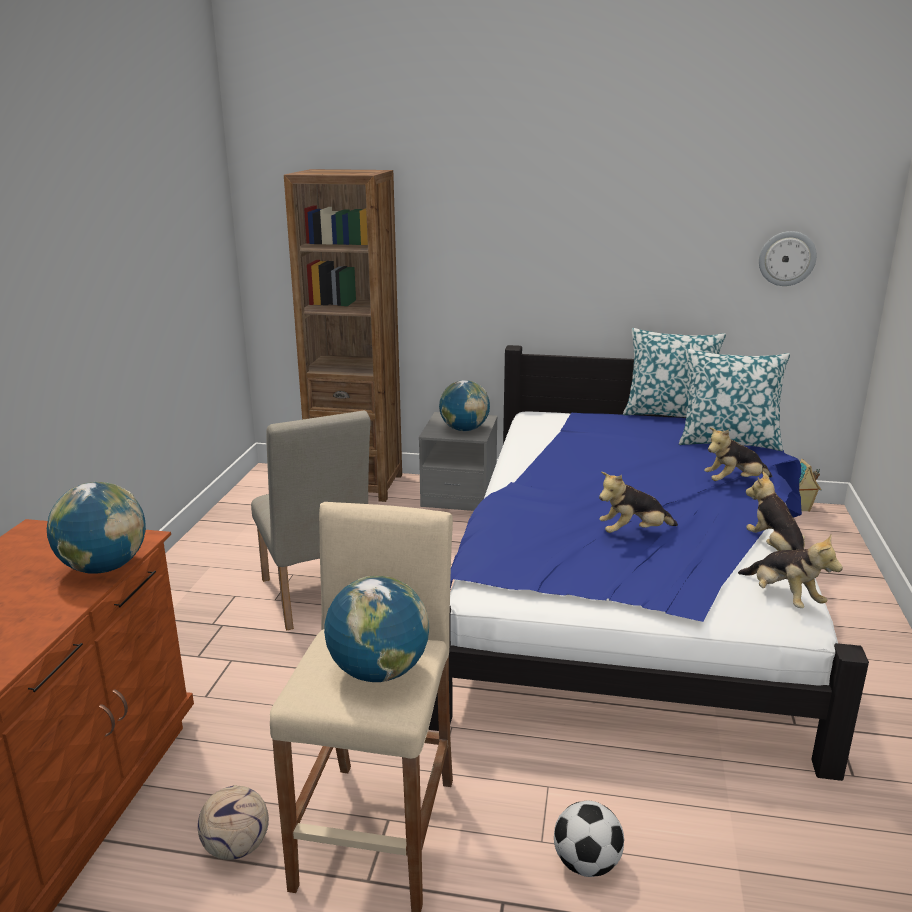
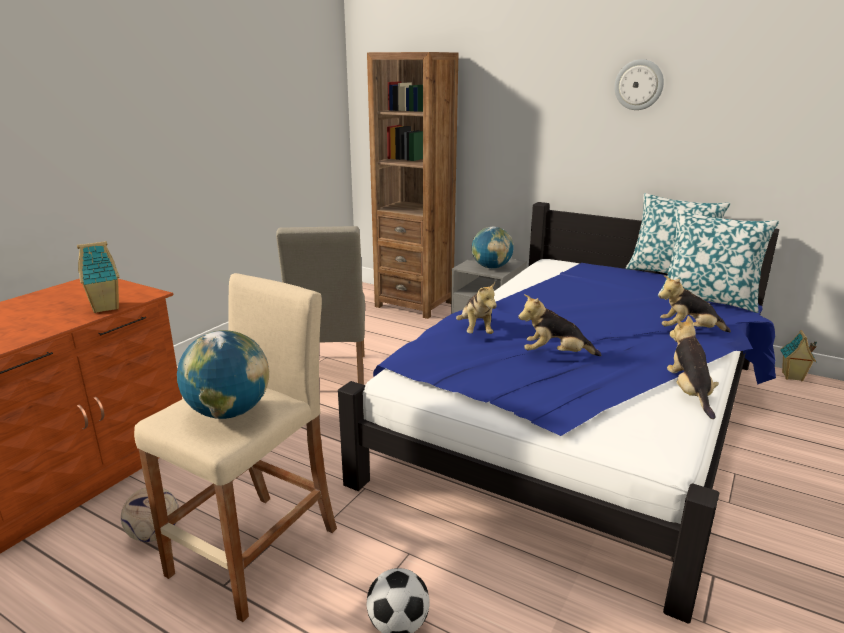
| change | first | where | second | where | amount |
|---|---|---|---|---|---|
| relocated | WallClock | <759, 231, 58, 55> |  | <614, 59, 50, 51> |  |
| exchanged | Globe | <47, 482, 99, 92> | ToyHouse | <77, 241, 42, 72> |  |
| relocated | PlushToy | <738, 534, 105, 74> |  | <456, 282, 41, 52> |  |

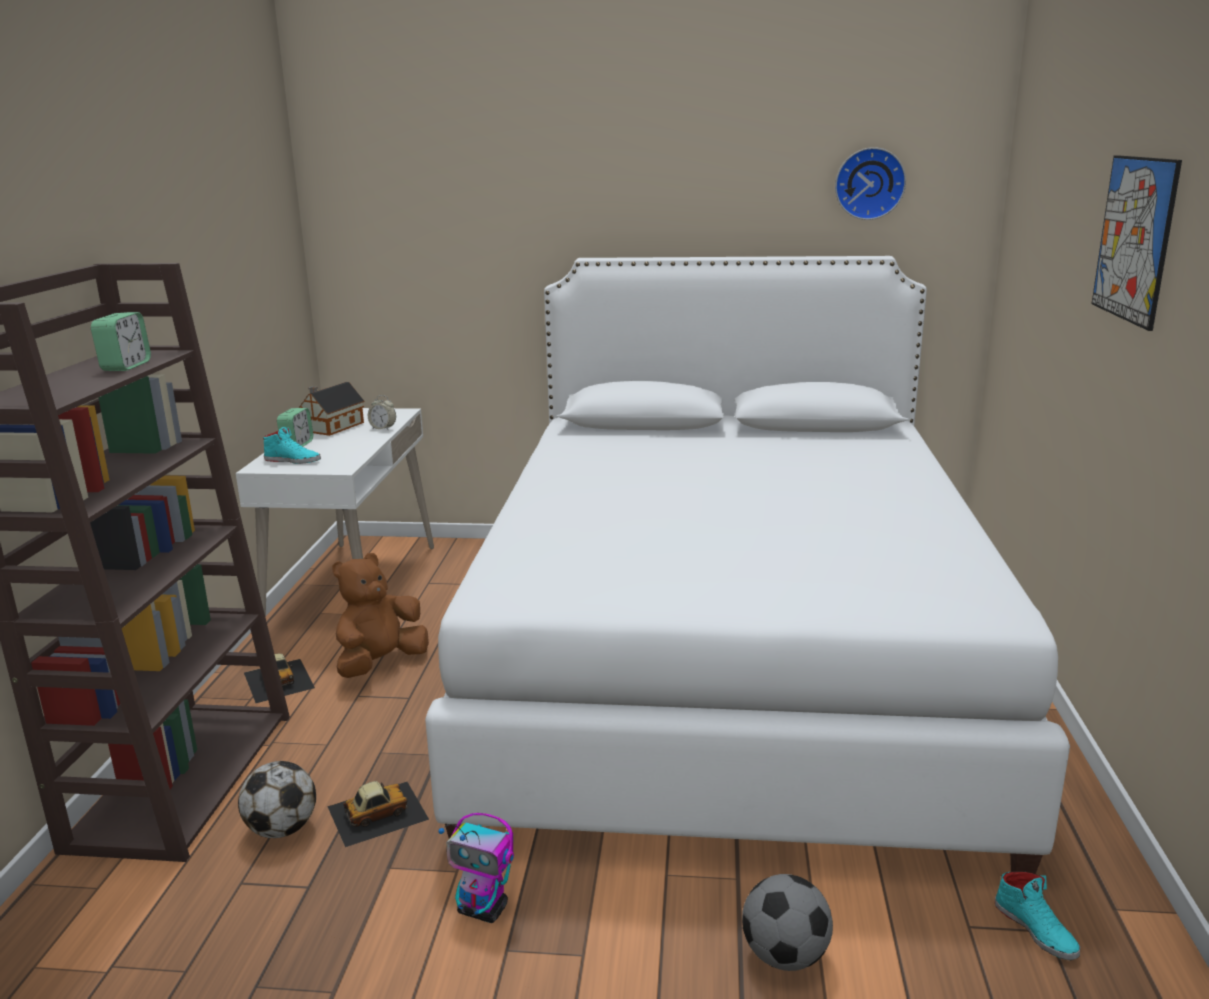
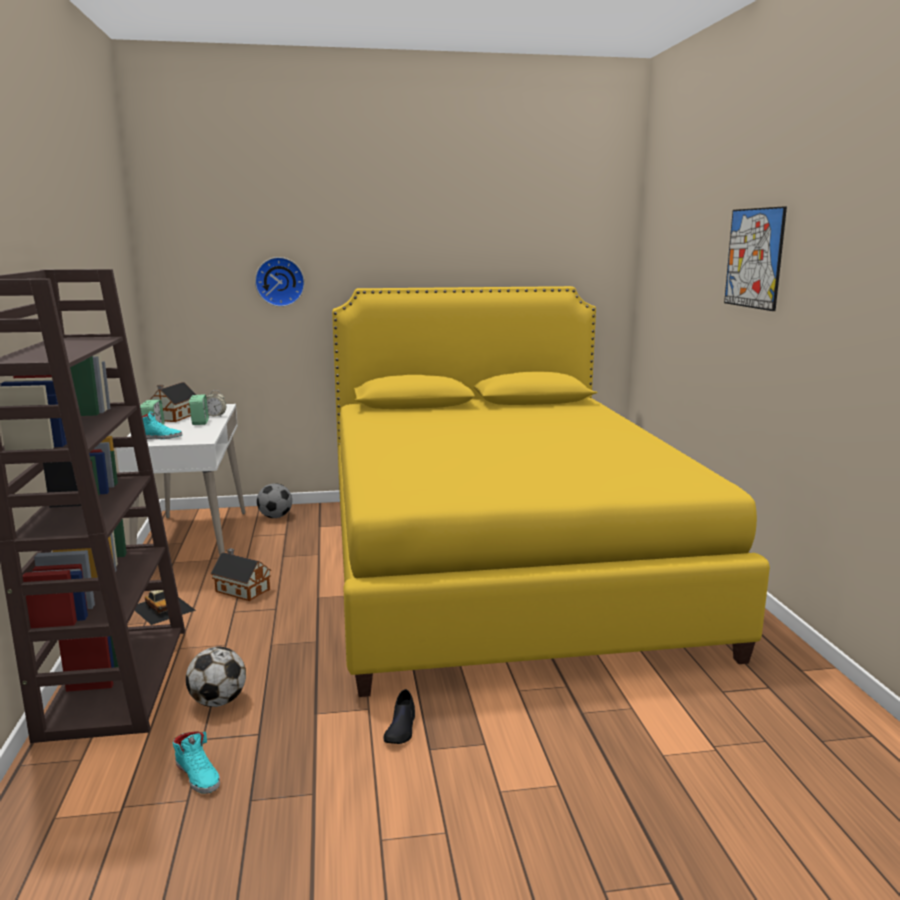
| change | first | where | second | where | amount |
|---|---|---|---|---|---|
| relocated | WallClock | <835, 147, 71, 73> |  | <255, 257, 50, 50> |  |
| colour | WhiteBed | <425, 256, 645, 618> | YellowBed | <332, 286, 438, 411> |  |
| relocated | AlarmClock | <91, 312, 60, 59> |  | <189, 394, 20, 31> |  |
| exchanged | BrownPlushToy | <332, 553, 97, 125> | ToyHouse | <211, 548, 60, 53> |  |
| missing | ToyCar | <327, 781, 102, 66> |  |  |  |
| exchanged | ToyRobot | <438, 813, 76, 110> | BlackShoe | <384, 689, 31, 55> |  |
| relocated | TurquoiseShoe | <995, 871, 85, 89> |  | <173, 732, 47, 62> |  |
| relocated | Football | <742, 874, 91, 97> |  | <257, 483, 35, 35> |  |

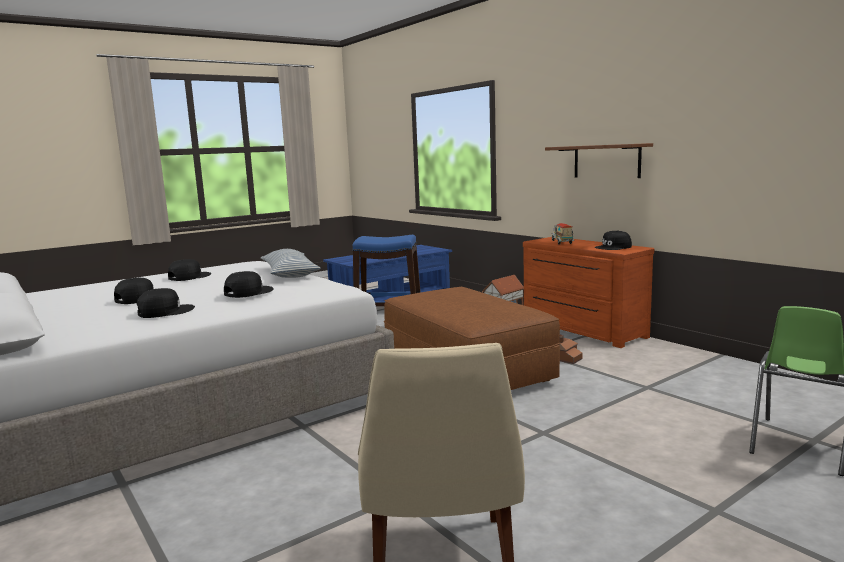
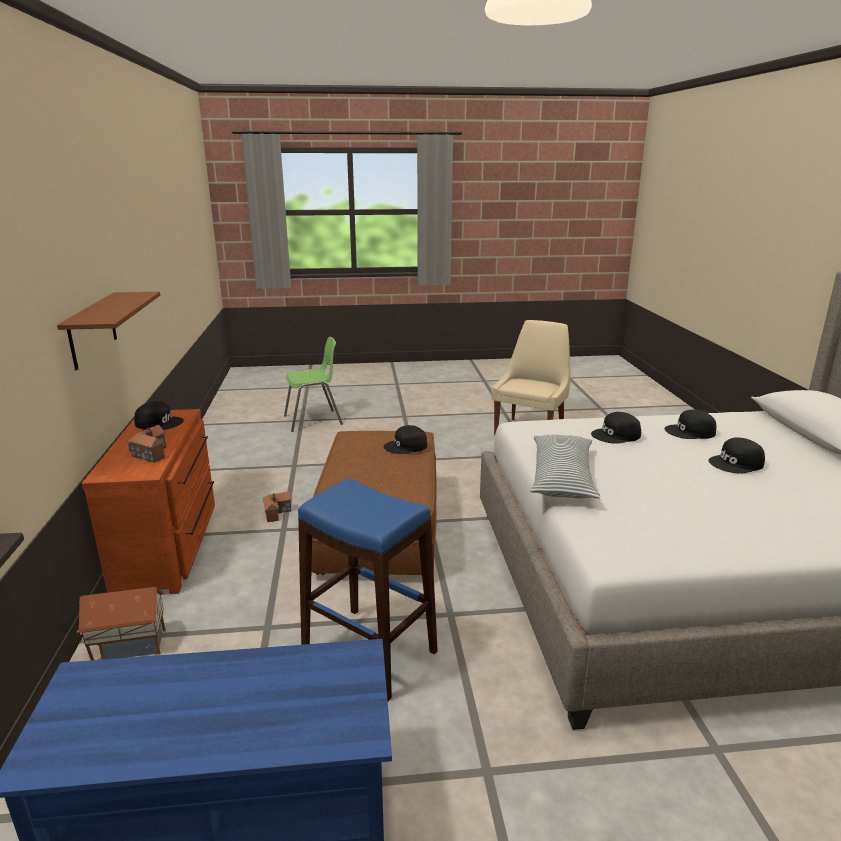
| change | first | where | second | where | amount |
|---|---|---|---|---|---|
| exchanged | ToyTruck | <551, 223, 24, 22> | ToyHouse | <127, 424, 39, 39> |  |
| relocated | BlackCap | <168, 259, 43, 22> |  | <384, 425, 43, 29> |  |

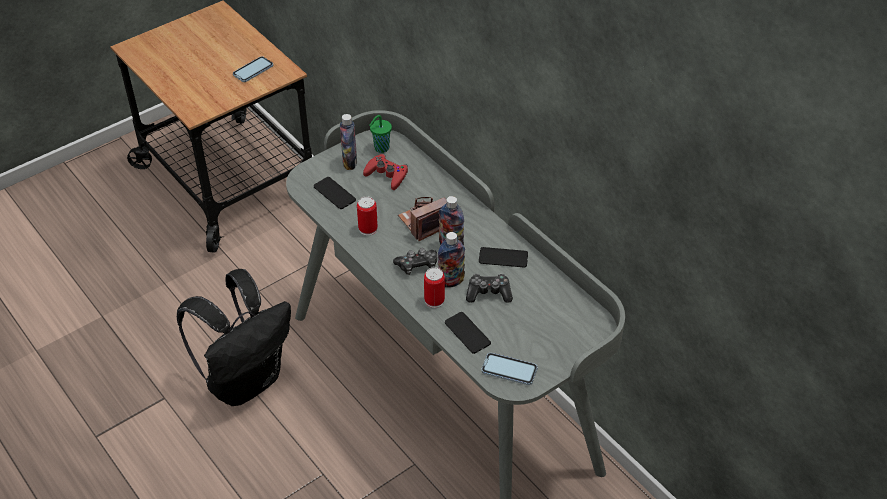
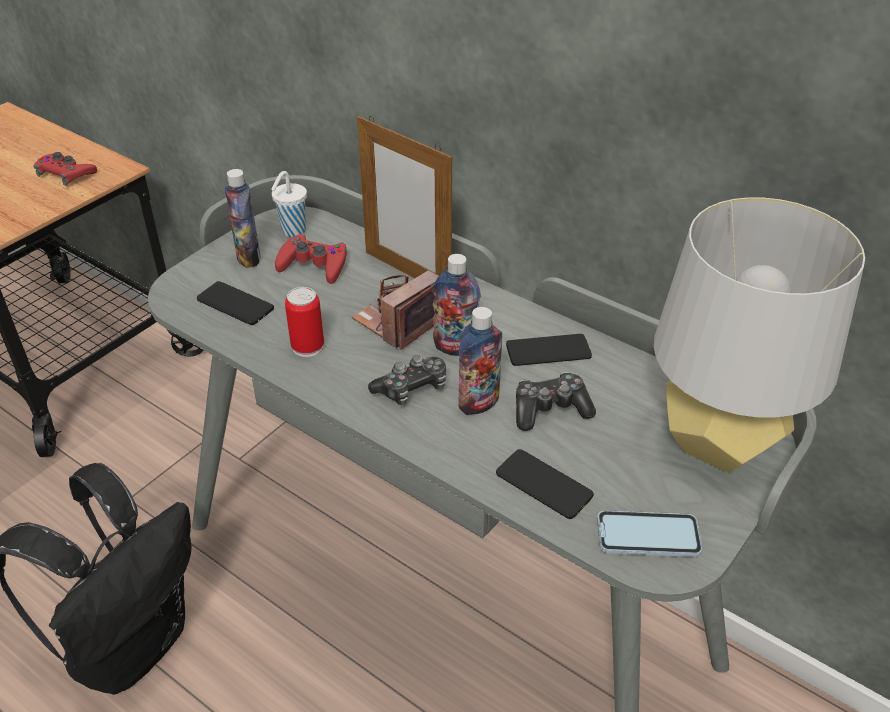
| change | first | where | second | where | amount |
|---|---|---|---|---|---|
| exchanged | Phone | <233, 56, 40, 26> | RedGameController | <33, 152, 64, 34> |  |
| colour | GreenCup | <369, 115, 23, 38> | WhiteCup | <271, 171, 36, 66> |  |
| missing | Can | <424, 267, 21, 41> |  |  |  |
| appeared |  |  | PictureFrame | <357, 116, 95, 162> |  |
| appeared |  |  | GreyTableLamp | <654, 197, 211, 276> |  |

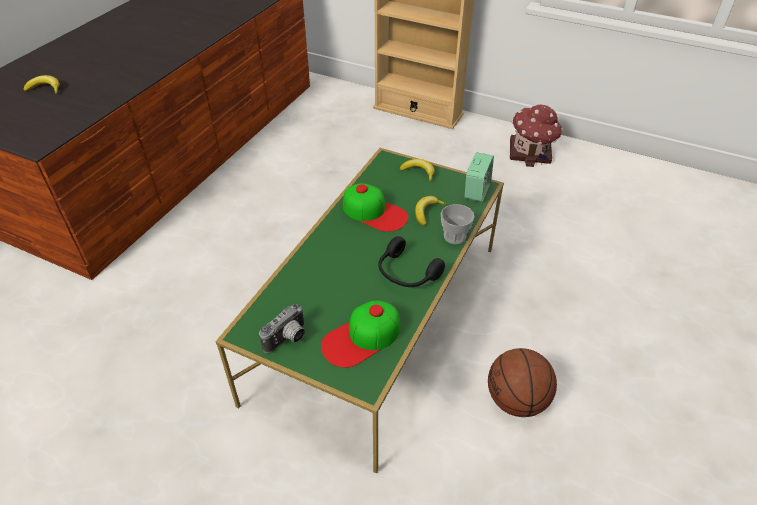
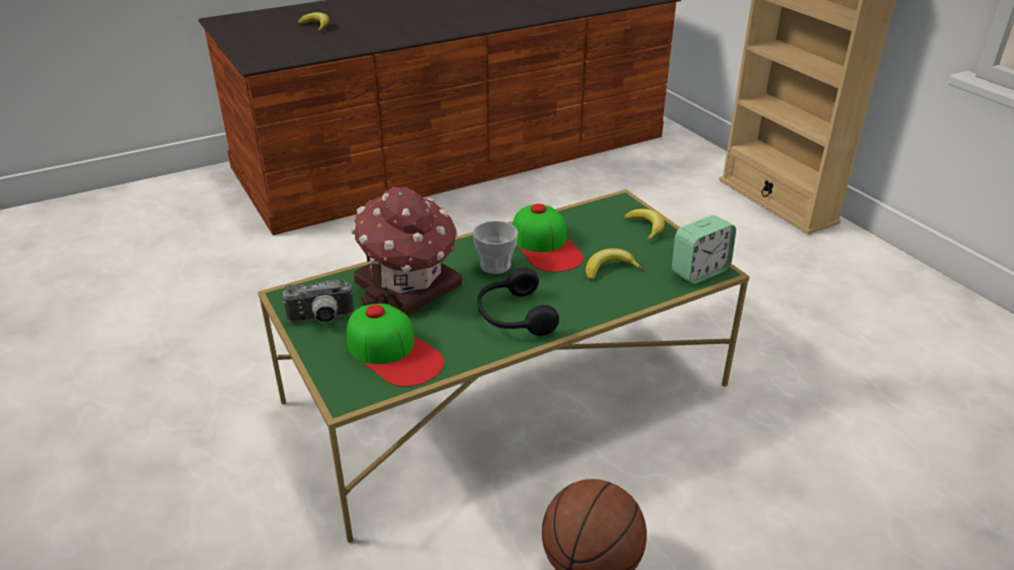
| change | first | where | second | where | amount |
|---|---|---|---|---|---|
| relocated | ToyHouse | <510, 104, 53, 63> |  | <351, 187, 111, 128> |  |
| relocated | Cup | <441, 204, 34, 40> |  | <473, 221, 45, 53> |  |
| spun | Cap | <321, 300, 80, 68> |  | <347, 303, 97, 84> | 135 degrees counterclockwise |

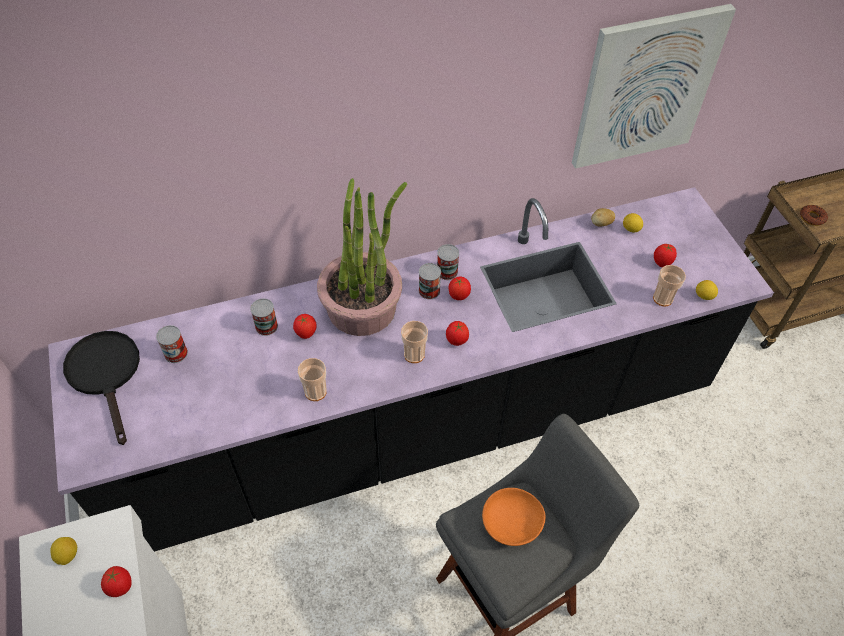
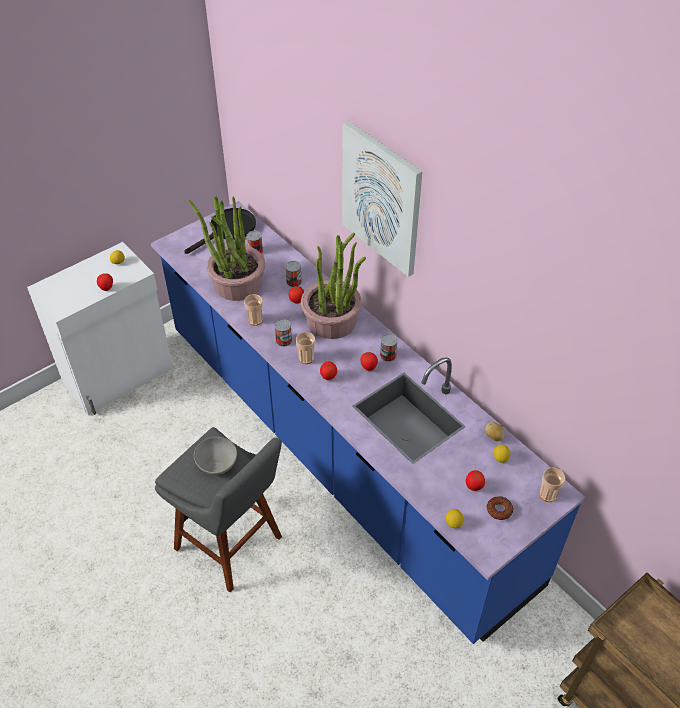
| change | first | where | second | where | amount |
|---|---|---|---|---|---|
| relocated | Picture | <572, 4, 164, 165> |  | <342, 120, 80, 157> |  |
| colour | BlackCounter | <48, 187, 726, 365> | BlueCounter | <151, 201, 434, 443> |  |
| relocated | Donut | <800, 205, 28, 21> |  | <487, 496, 27, 24> |  |
| relocated | Can | <419, 263, 22, 36> |  | <274, 319, 18, 28> |  |
| relocated | Cup | <653, 265, 33, 41> |  | <539, 468, 26, 34> |  |
| colour | OrangeBowl | <482, 488, 63, 58> | GreyBowl | <194, 437, 43, 38> |  |
| appeared |  |  | PottedPlant | <188, 196, 77, 105> |  |

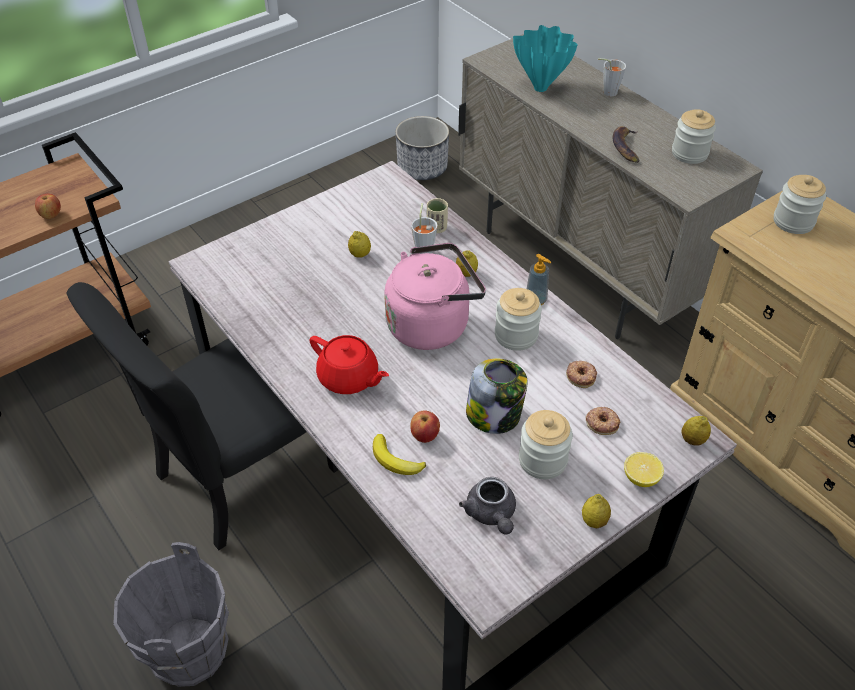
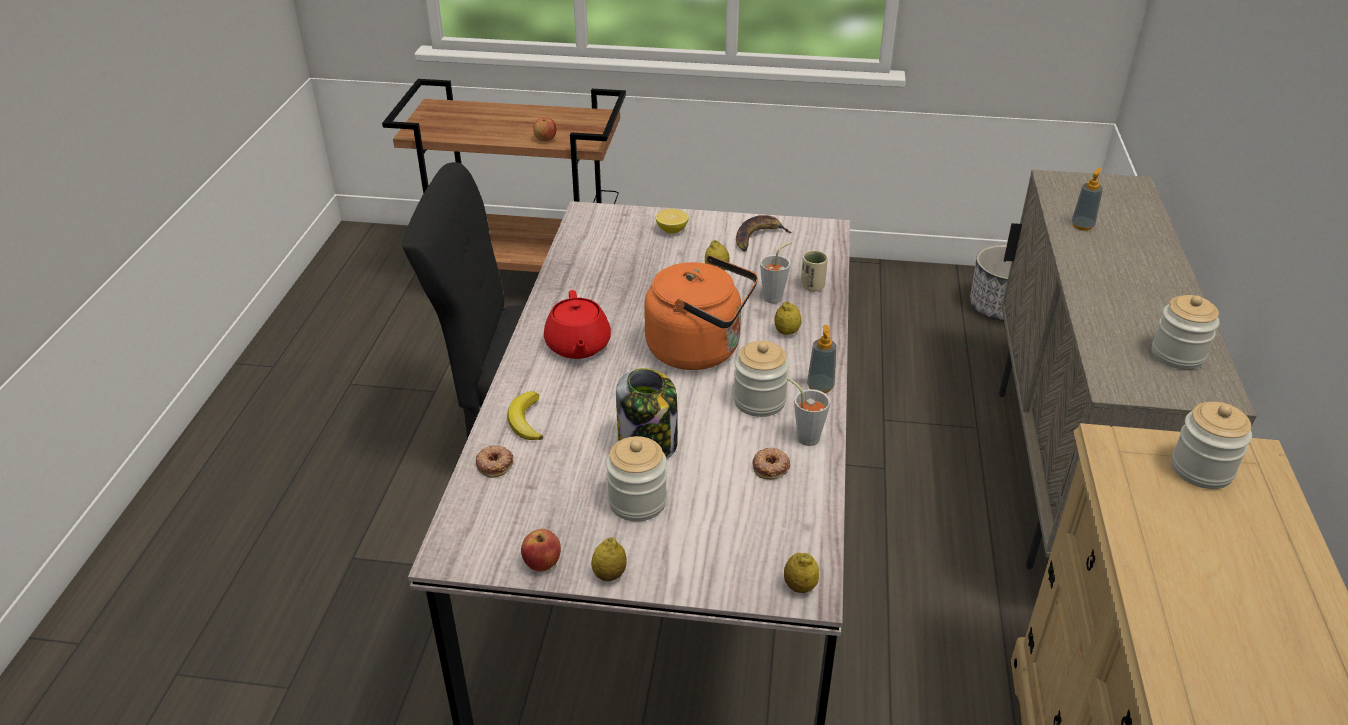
| change | first | where | second | where | amount |
|---|---|---|---|---|---|
| exchanged | TurquoiseVase | <513, 25, 65, 67> | SoapDispenser | <1071, 168, 32, 63> |  |
| relocated | GreyCup | <598, 58, 28, 38> |  | <787, 377, 44, 69> |  |
| relocated | Banana | <612, 126, 28, 37> |  | <736, 215, 56, 36> |  |
| colour | PinkKettle | <384, 243, 102, 107> | OrangeKettle | <644, 255, 114, 115> |  |
| relocated | Donut | <586, 407, 34, 28> |  | <475, 445, 39, 33> |  |
| relocated | Apple | <410, 411, 30, 32> |  | <521, 529, 40, 43> |  |
| relocated | Lemon | <624, 452, 40, 35> |  | <656, 209, 33, 25> |  |
| missing | GreyTeapot | <459, 477, 57, 58> |  |  |  |
| missing | GreyBucket | <113, 542, 116, 145> |  |  |  |

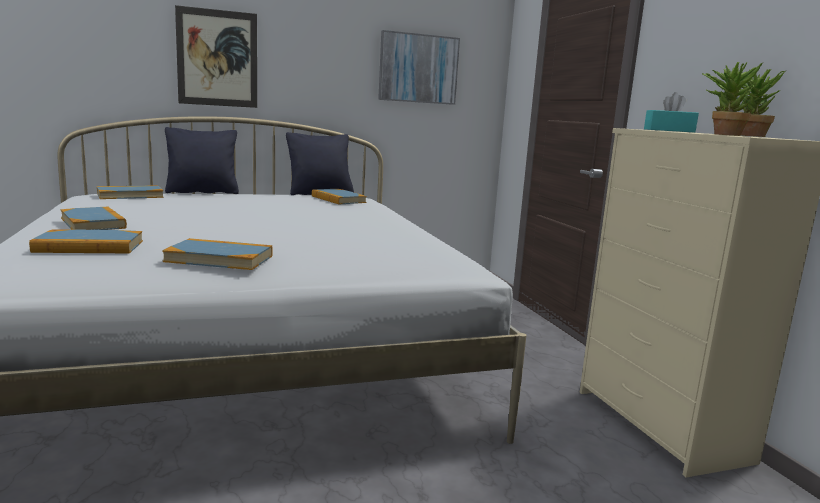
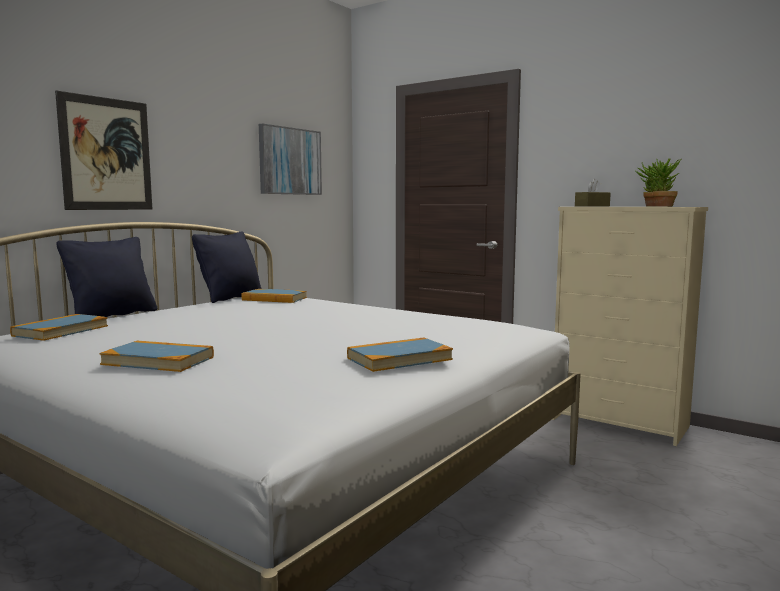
| change | first | where | second | where | amount |
|---|---|---|---|---|---|
| colour | TurquoiseTissueBox | <644, 92, 55, 40> | BrownTissueBox | <575, 179, 36, 28> |  |
| missing | Book | <29, 229, 114, 24> |  |  |  |

